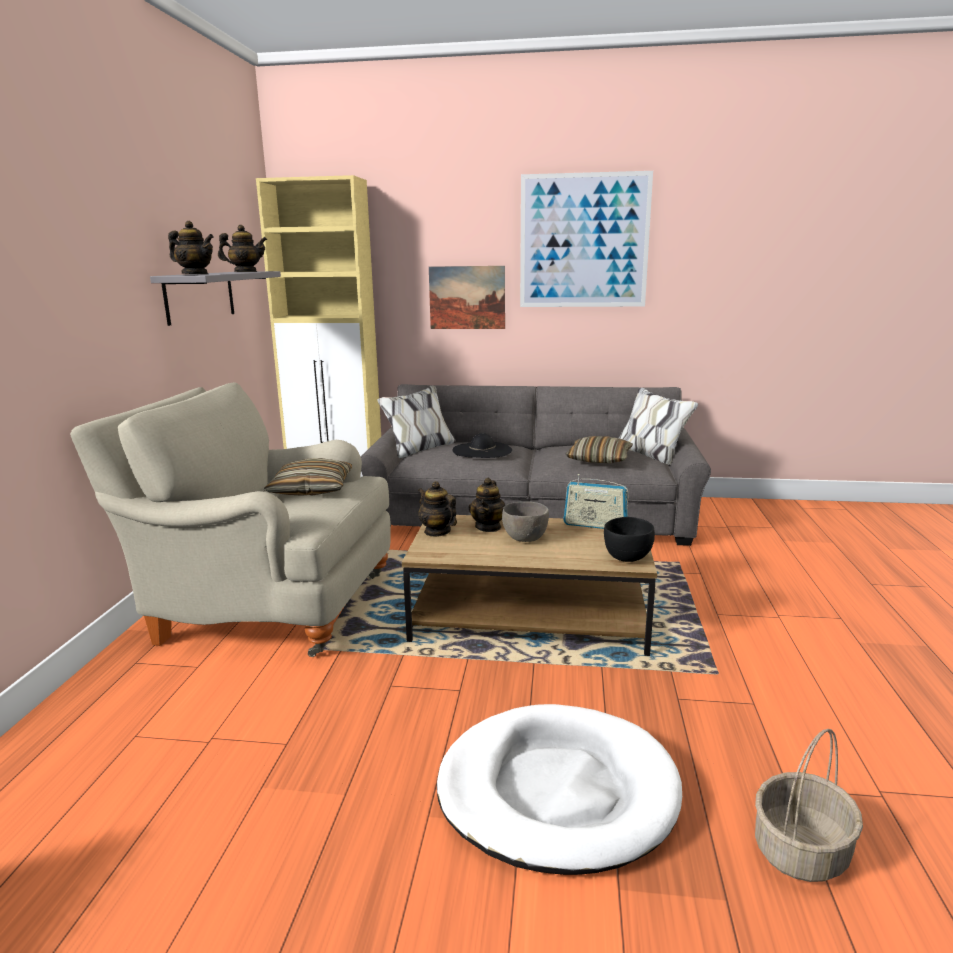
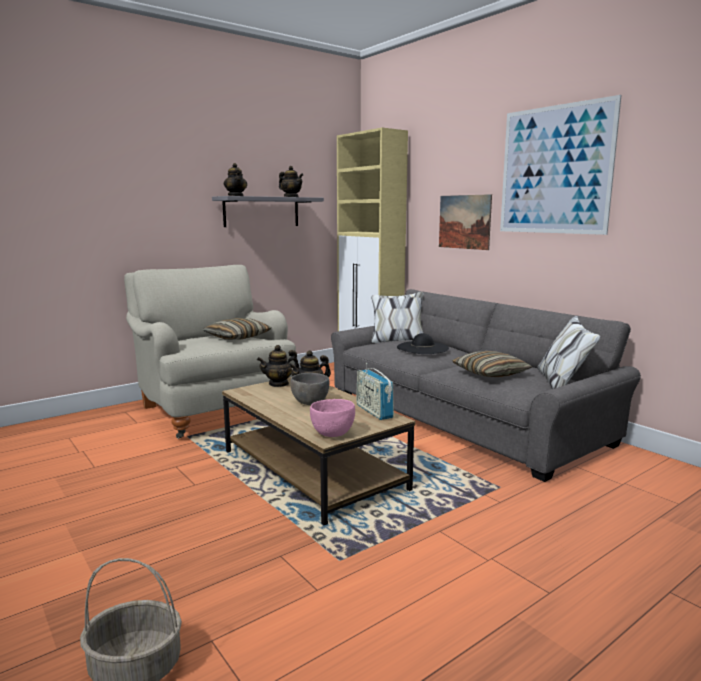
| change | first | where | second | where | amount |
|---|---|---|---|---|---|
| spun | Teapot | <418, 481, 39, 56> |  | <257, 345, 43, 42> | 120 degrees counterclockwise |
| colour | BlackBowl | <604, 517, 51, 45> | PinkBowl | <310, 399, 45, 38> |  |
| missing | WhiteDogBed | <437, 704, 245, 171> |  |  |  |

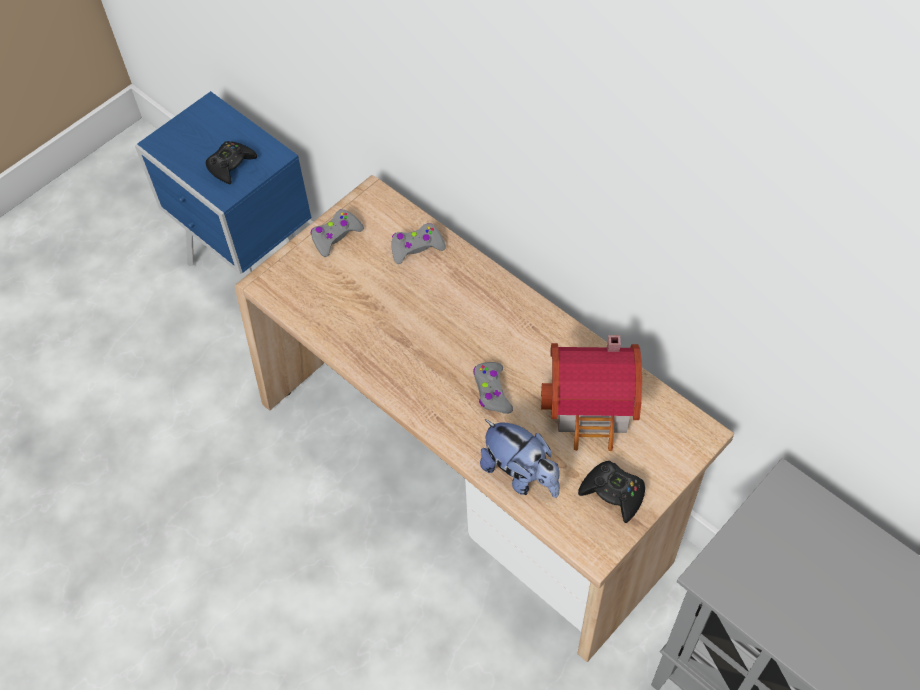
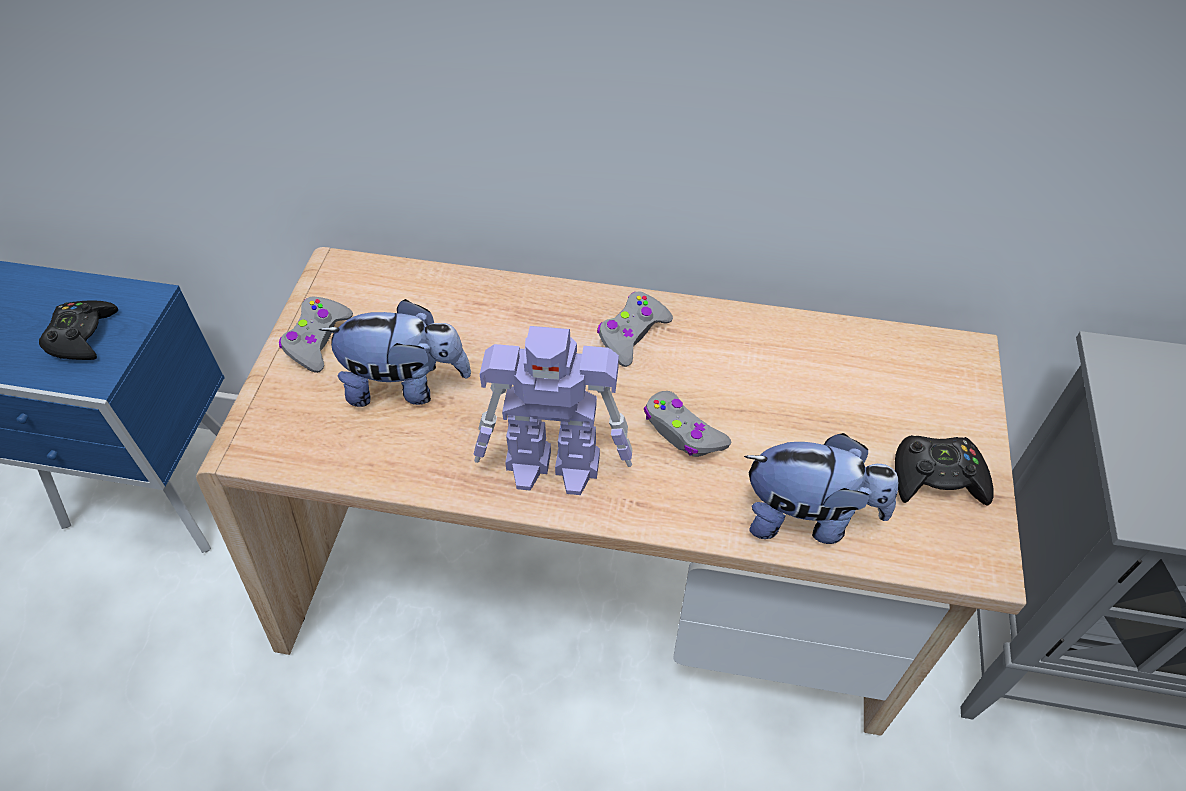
| change | first | where | second | where | amount |
|---|---|---|---|---|---|
| relocated | GreyGameController | <391, 223, 55, 41> |  | <597, 291, 76, 76> |  |
| missing | ToyHouse | <541, 335, 101, 116> |  |  |  |
| appeared |  |  | PlushToy | <319, 299, 152, 108> |  |
| appeared |  |  | ToyRobot | <474, 326, 158, 169> |  |

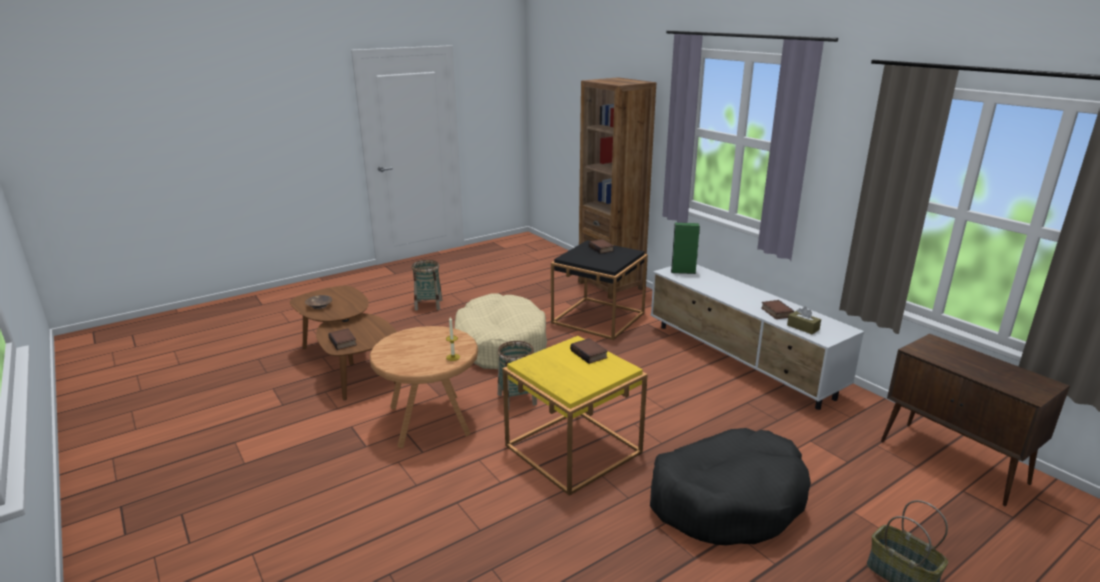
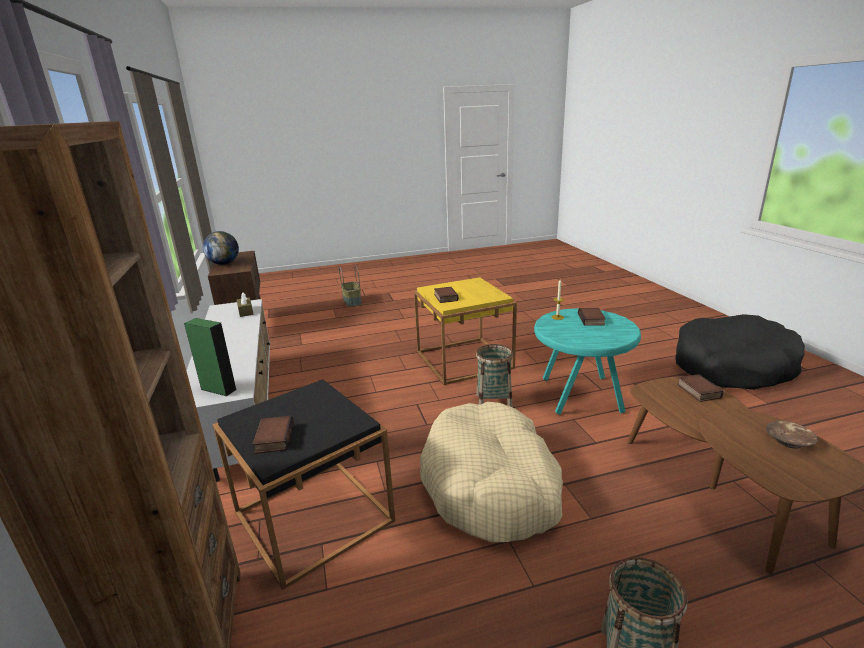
| change | first | where | second | where | amount |
|---|---|---|---|---|---|
| relocated | Book | <761, 300, 33, 19> |  | <578, 308, 28, 18> |  |
| colour | BrownSideTable | <369, 326, 109, 122> | TurquoiseSideTable | <534, 308, 107, 107> |  |
| relocated | BlackDogBed | <650, 428, 161, 117> |  | <675, 314, 130, 76> |  |
| appeared |  |  | Globe | <203, 231, 36, 34> |  |

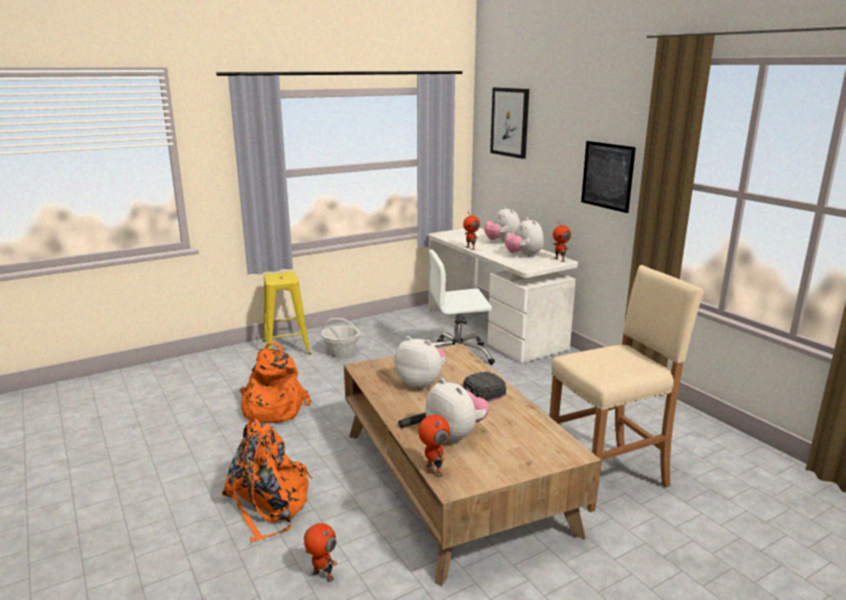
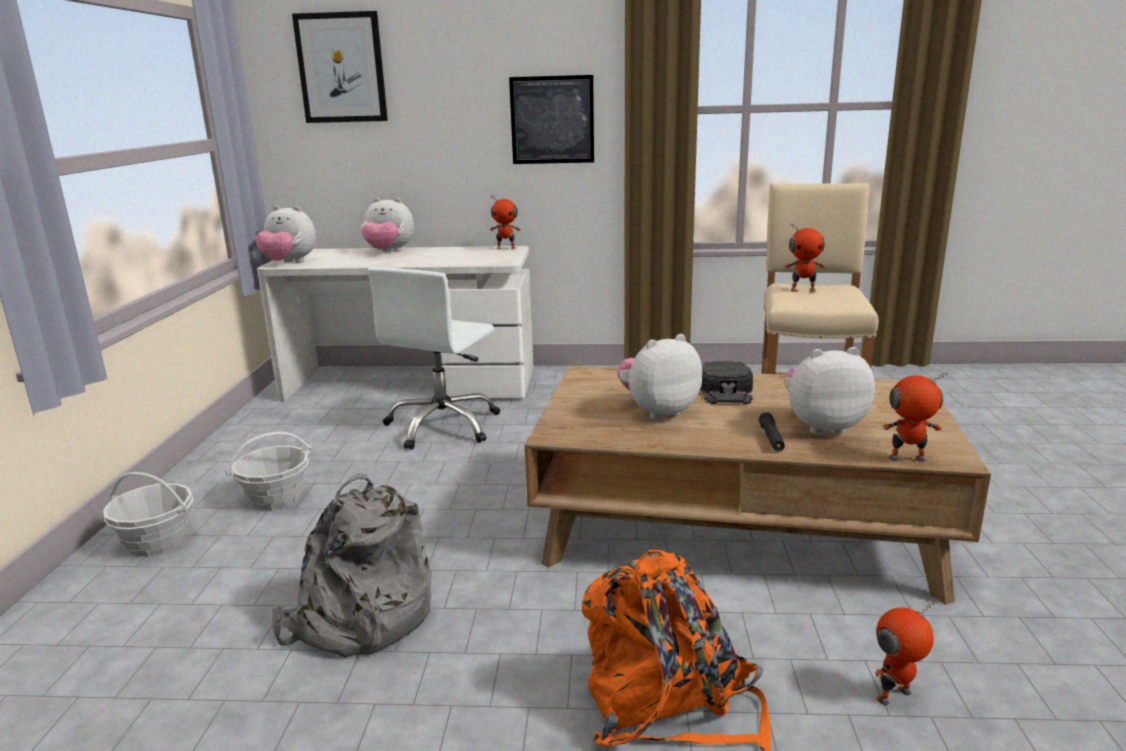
| change | first | where | second | where | amount |
|---|---|---|---|---|---|
| relocated | ToyRobot | <463, 212, 17, 38> |  | <785, 224, 41, 68> |  |
| relocated | PlushToy | <504, 217, 40, 40> |  | <256, 206, 60, 57> |  |
| exchanged | YellowStool | <263, 272, 48, 82> | Basket | <103, 472, 90, 84> |  |
| colour | OrangeBackpack | <240, 342, 71, 81> | GreyBackpack | <272, 473, 160, 185> |  |

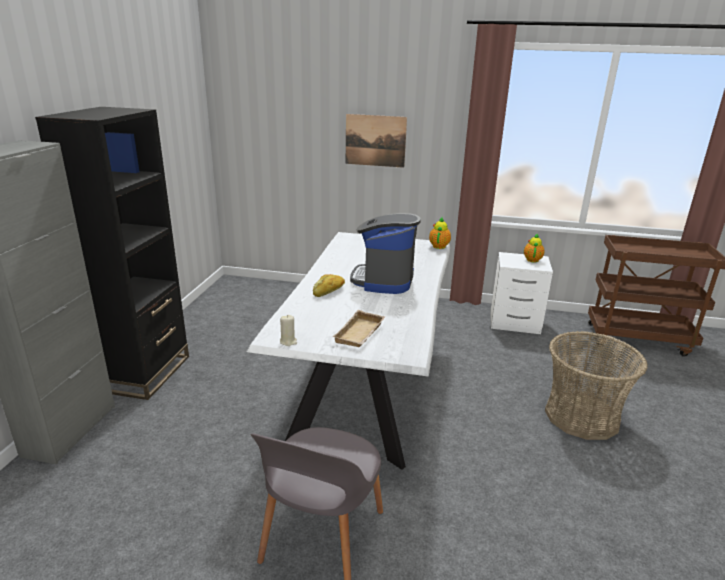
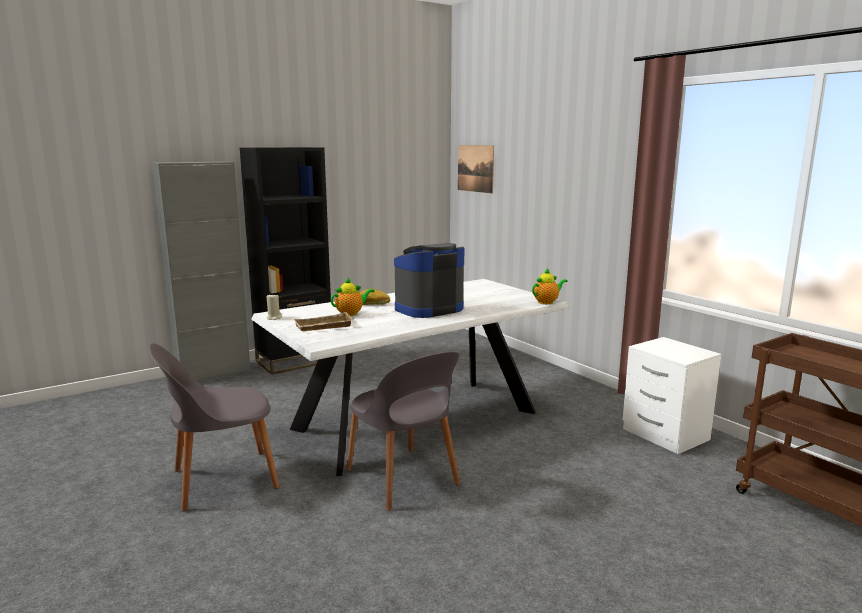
| change | first | where | second | where | amount |
|---|---|---|---|---|---|
| relocated | Picture | <346, 114, 61, 54> |  | <458, 145, 36, 48> |  |
| relocated | Teapot | <524, 234, 21, 28> |  | <331, 277, 43, 39> |  |
| missing | Basket | <545, 331, 103, 109> |  |  |  |
| appeared |  |  | GreyChair | <346, 352, 114, 159> |  |

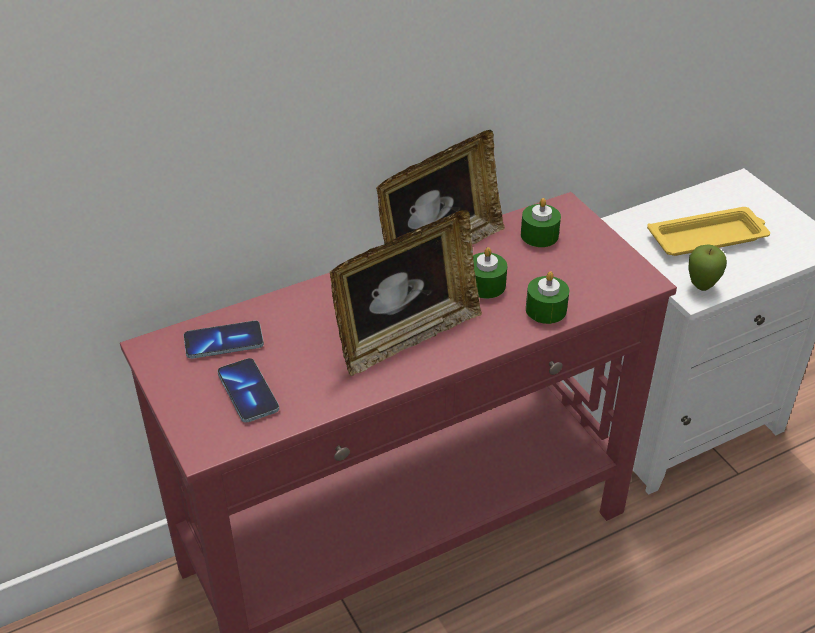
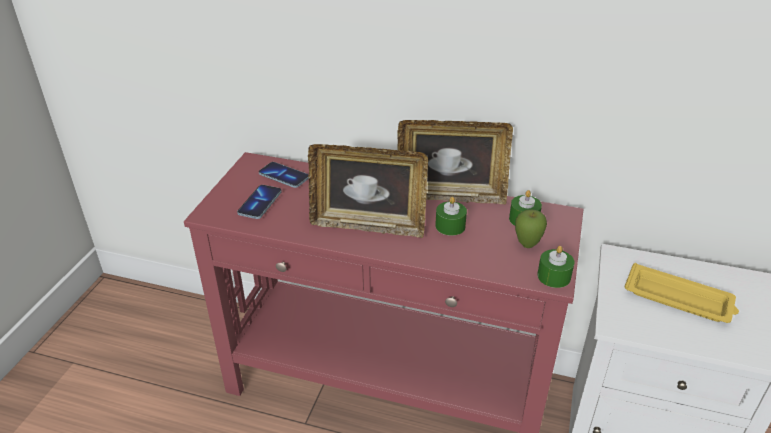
| change | first | where | second | where | amount |
|---|---|---|---|---|---|
| relocated | Apple | <688, 244, 39, 47> |  | <515, 210, 32, 38> |  |
| relocated | GreenCandle | <526, 271, 43, 53> |  | <537, 246, 38, 42> |  |

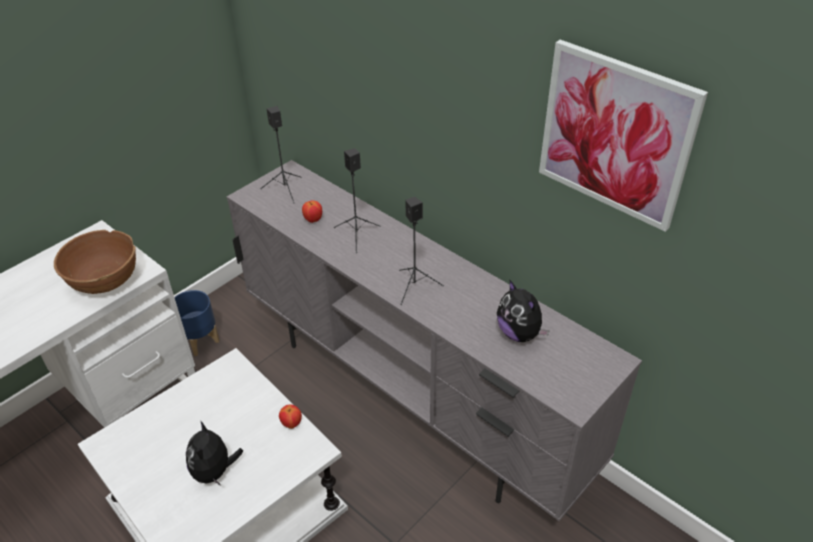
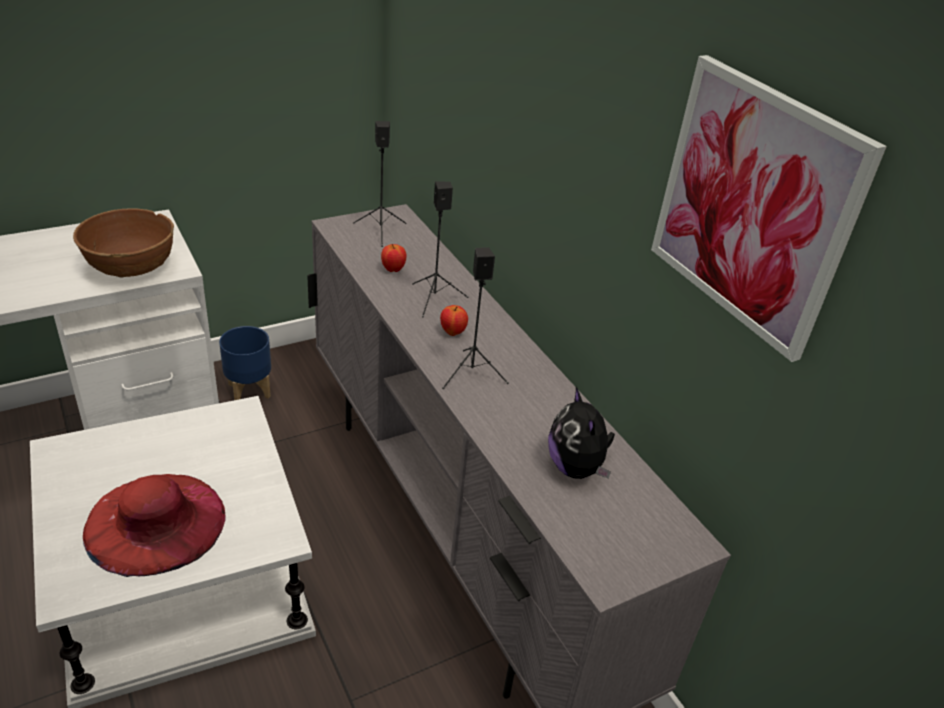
| change | first | where | second | where | amount |
|---|---|---|---|---|---|
| relocated | Apple | <279, 404, 23, 25> |  | <440, 305, 28, 31> |  |
| exchanged | PlushToy | <186, 422, 57, 64> | RedHat | <83, 474, 143, 103> |  |

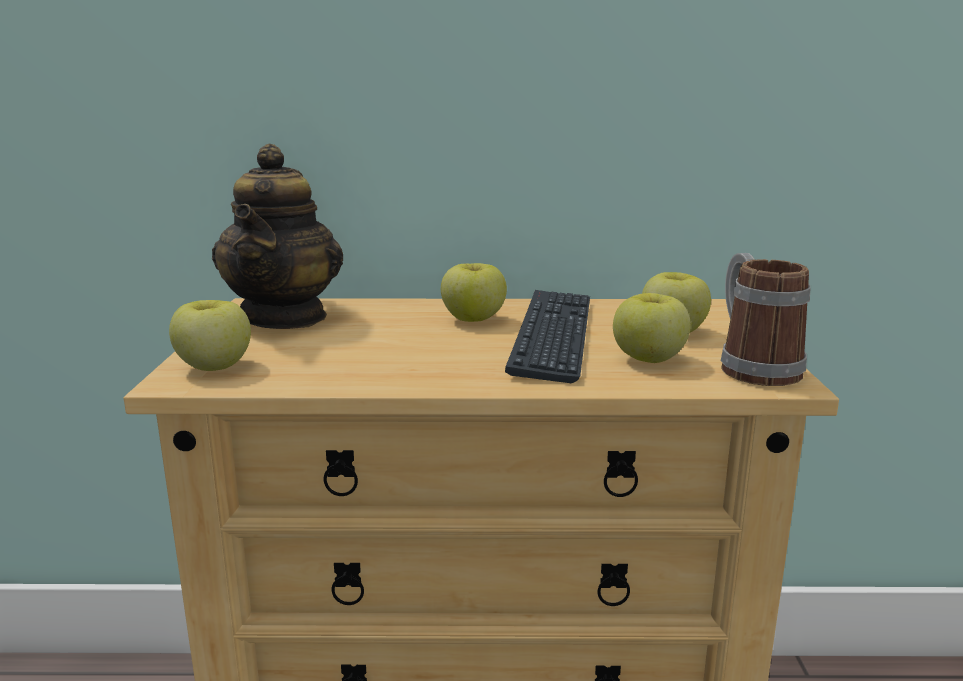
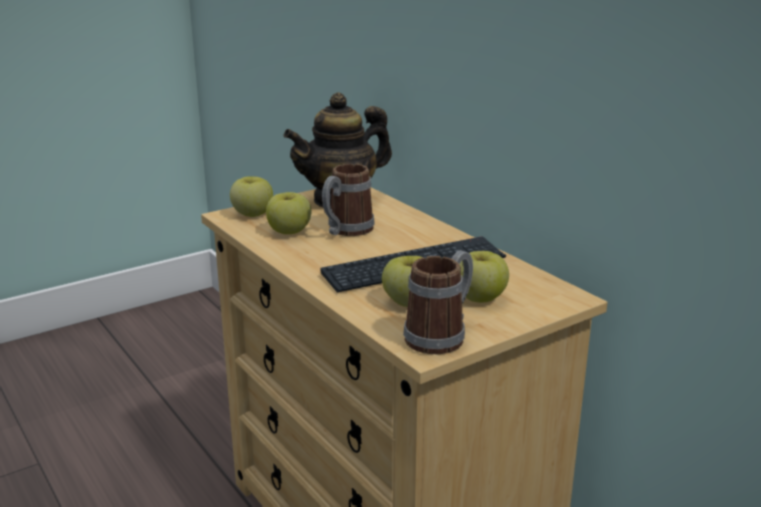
| change | first | where | second | where | amount |
|---|---|---|---|---|---|
| relocated | Apple | <441, 263, 66, 59> |  | <266, 192, 45, 42> |  |
| appeared |  |  | Mug | <322, 164, 52, 72> |  |

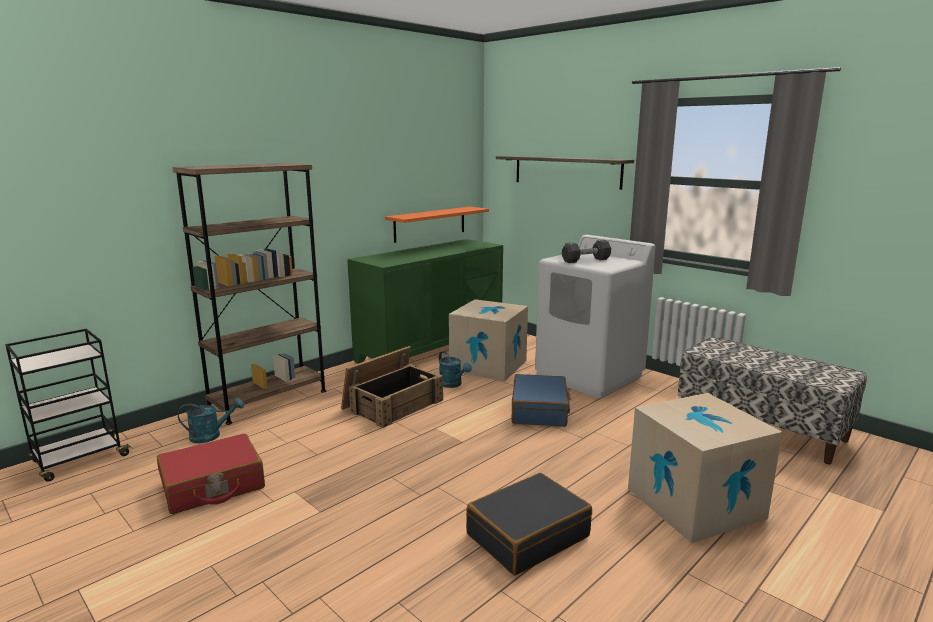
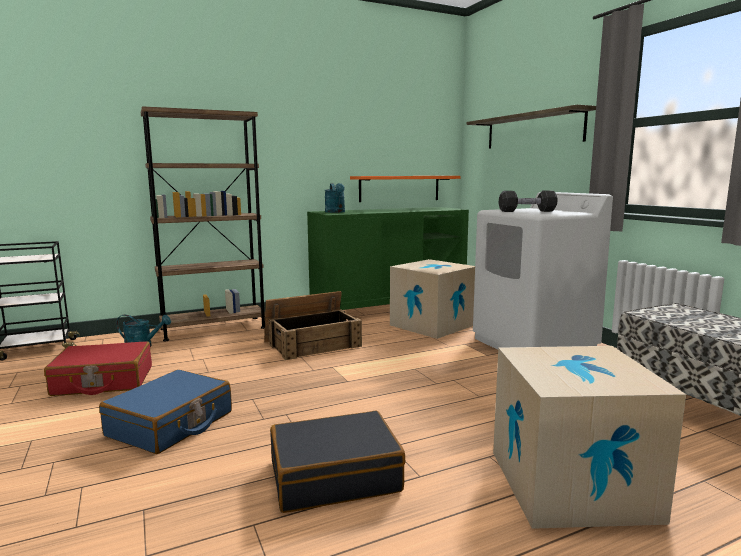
| change | first | where | second | where | amount |
|---|---|---|---|---|---|
| relocated | TurquoiseWateringCan | <439, 351, 33, 37> |  | <325, 183, 20, 30> |  |
| relocated | BlueSuitcase | <512, 374, 59, 53> |  | <99, 370, 133, 84> |  |

